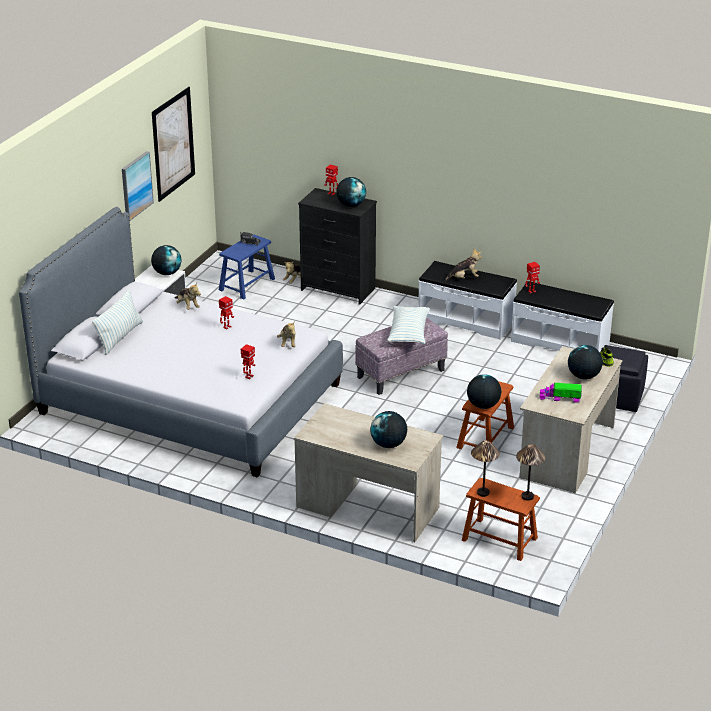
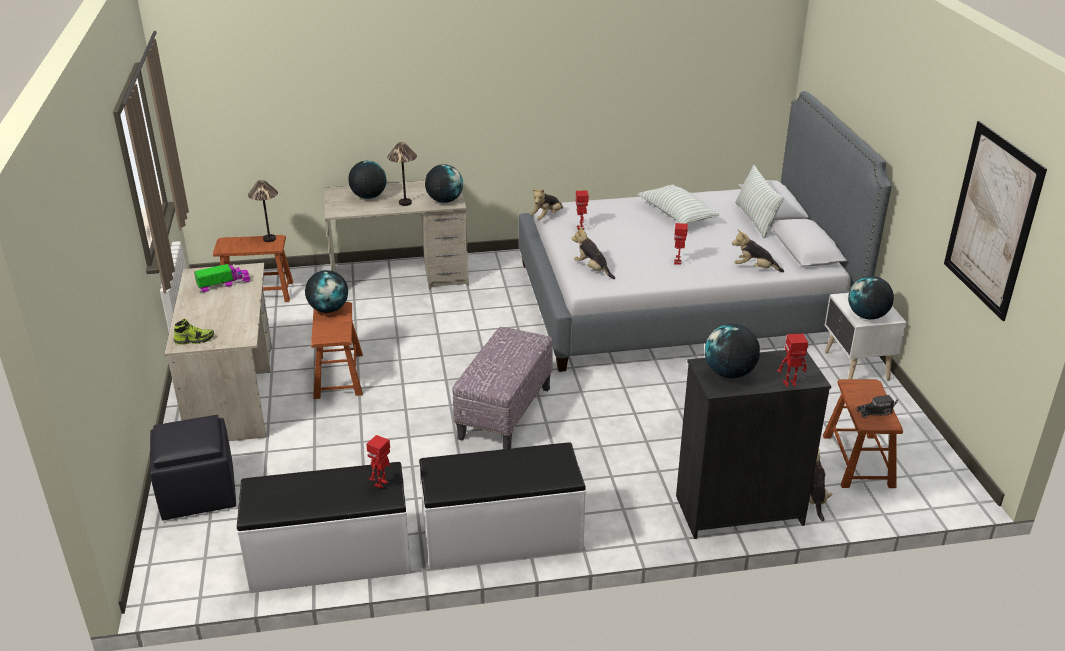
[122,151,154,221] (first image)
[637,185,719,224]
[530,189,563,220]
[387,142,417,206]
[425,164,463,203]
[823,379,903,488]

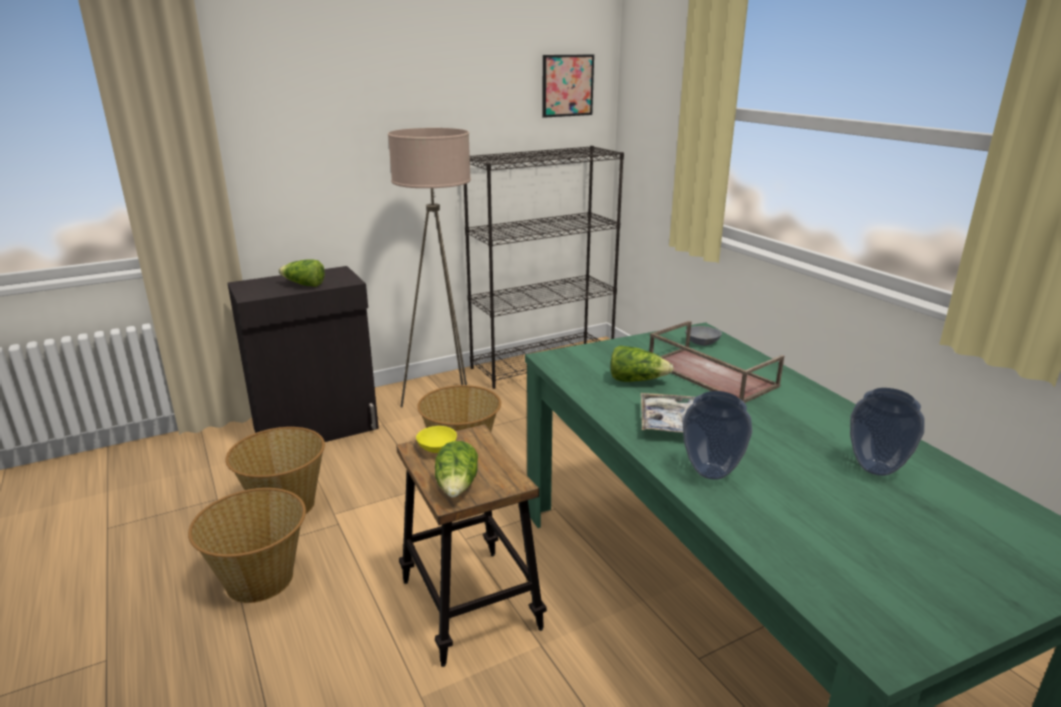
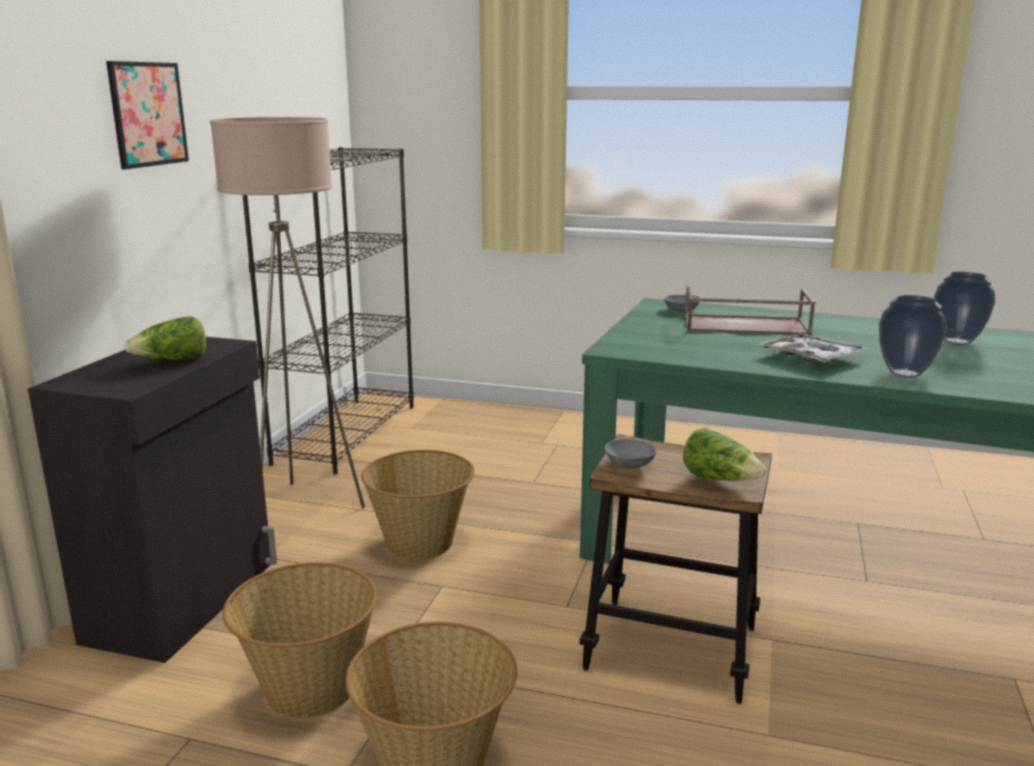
[611,346,674,382] (first image)
[106,61,189,169]
[604,439,656,468]

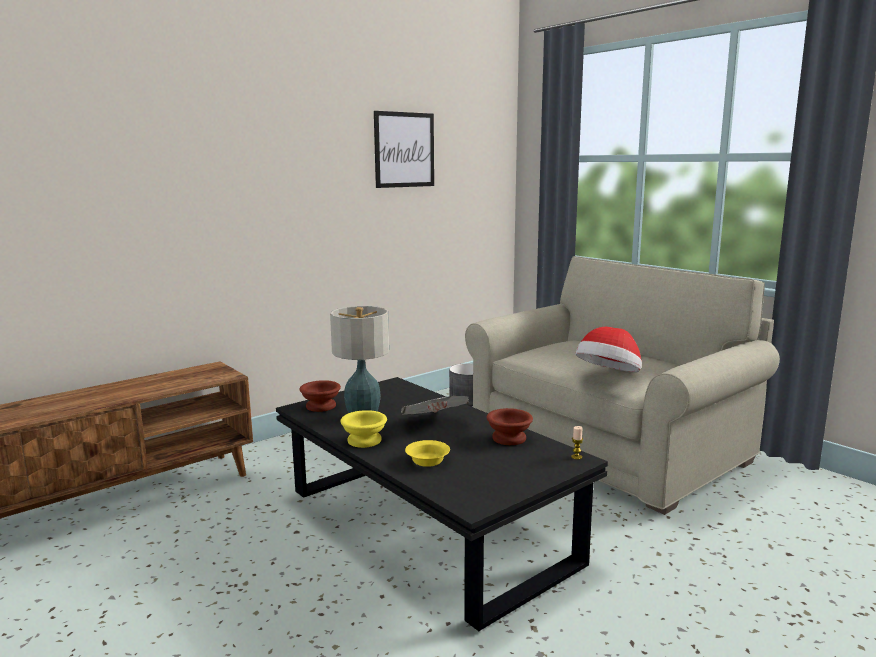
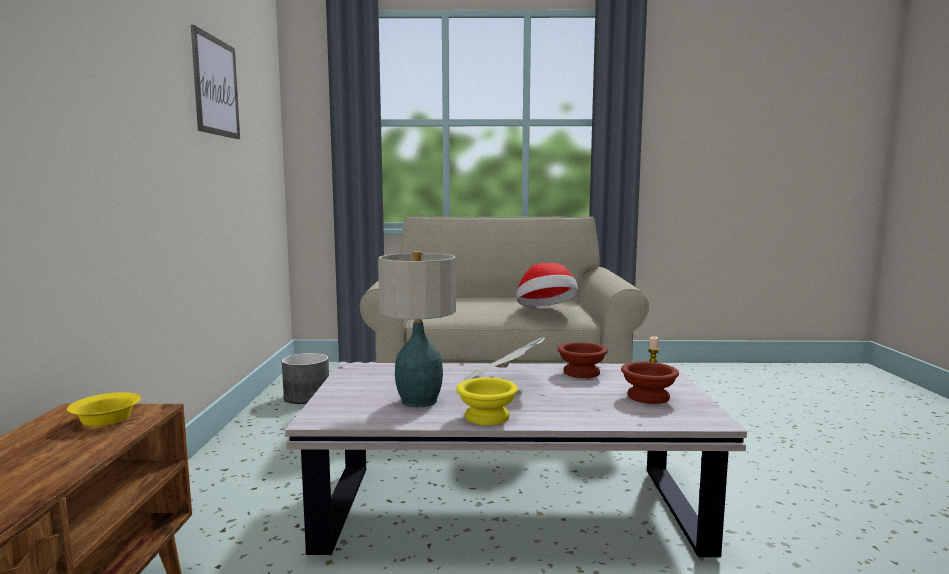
[621,361,679,404]
[67,392,141,427]
[285,363,747,557]

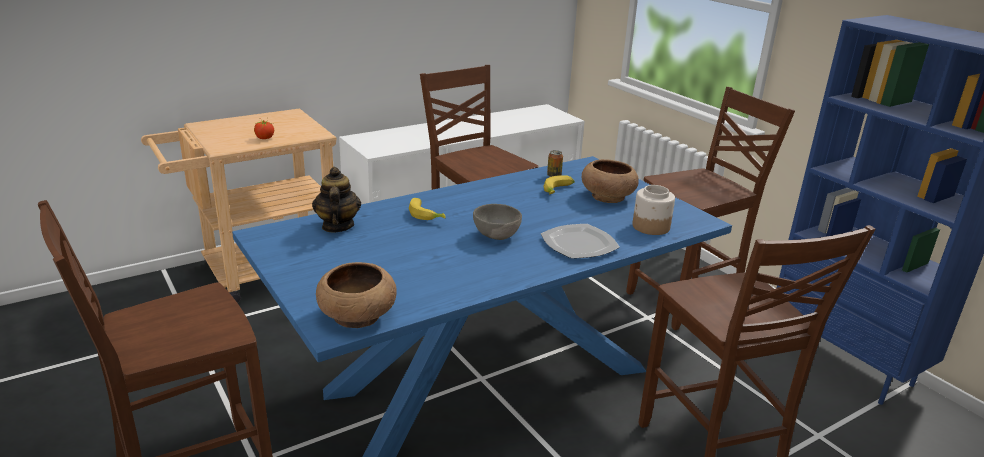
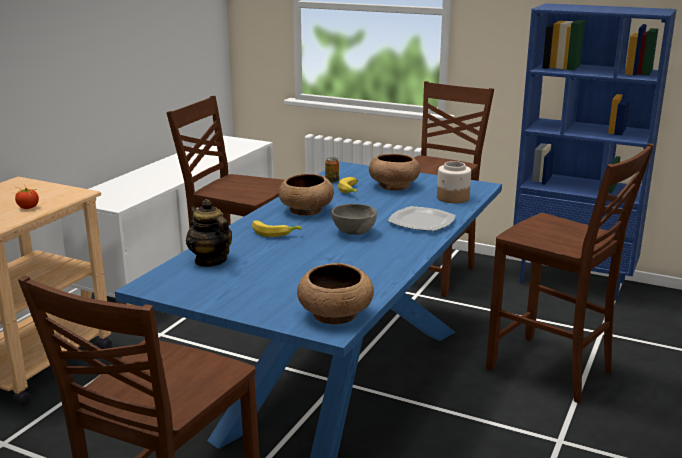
[279,174,334,216]

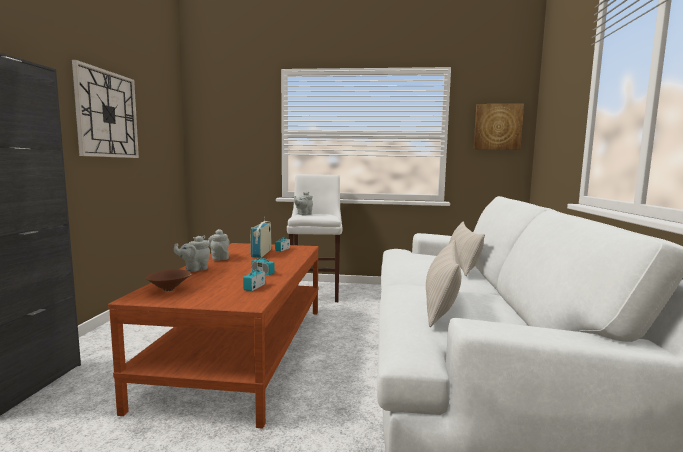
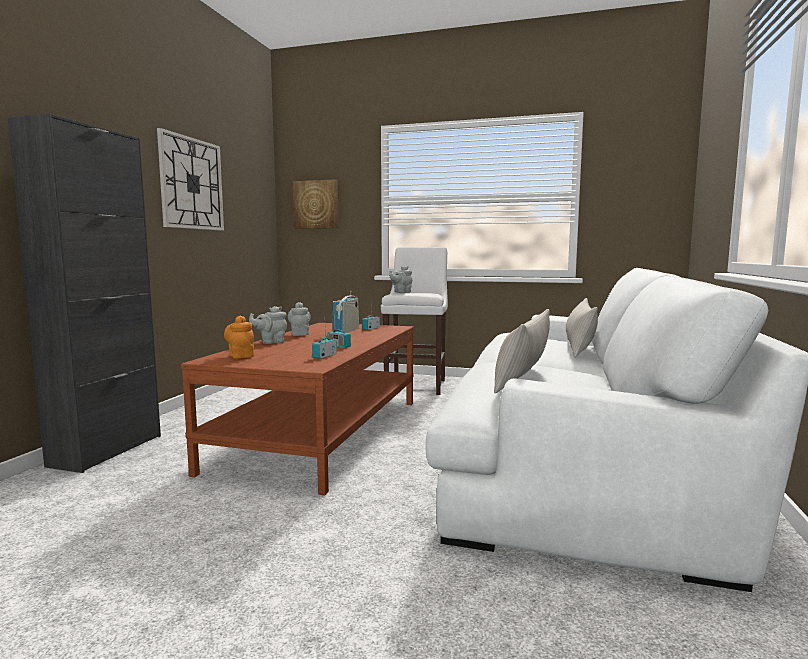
[293,179,338,229]
[224,316,254,359]

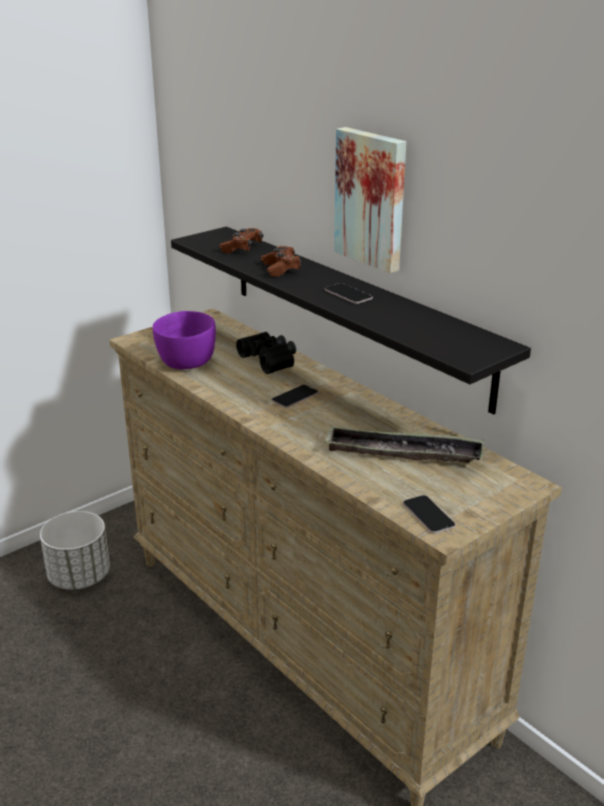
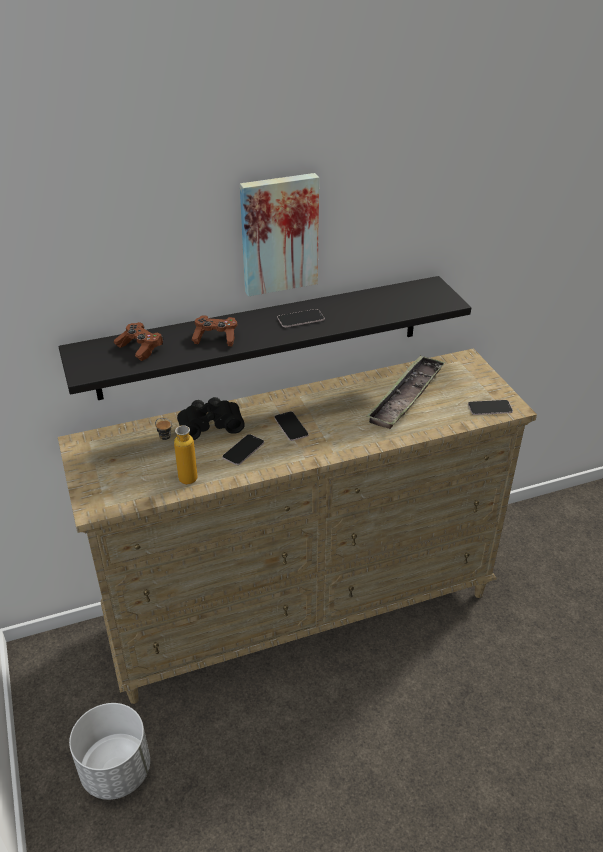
[222,434,264,465]
[155,418,198,484]

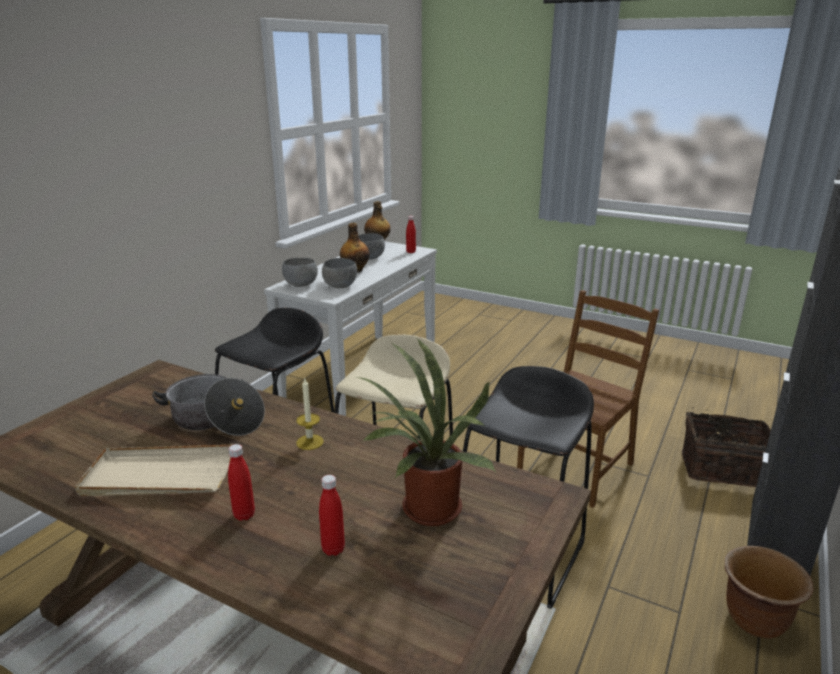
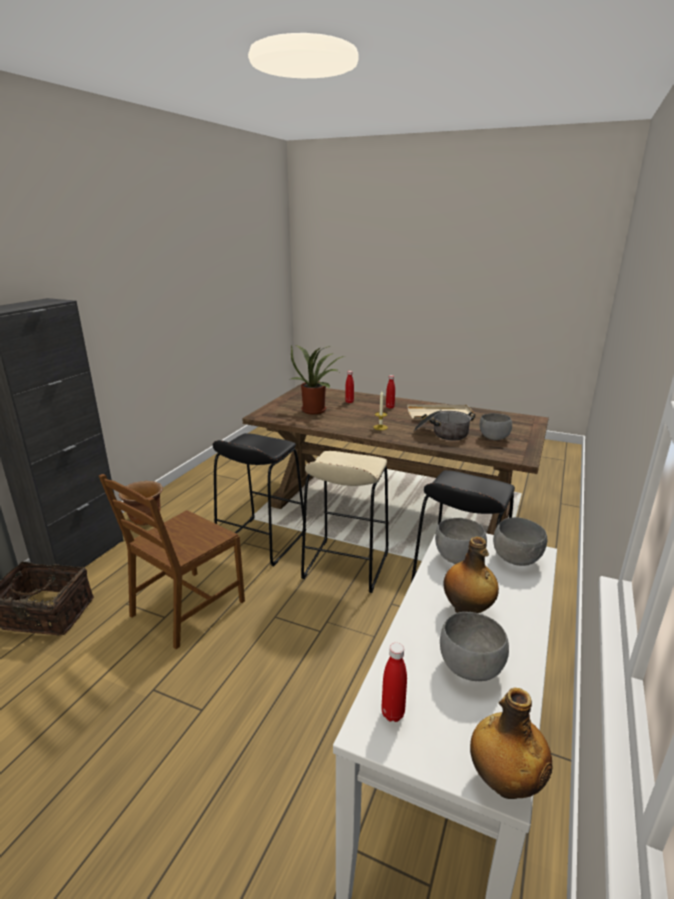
[480,413,512,440]

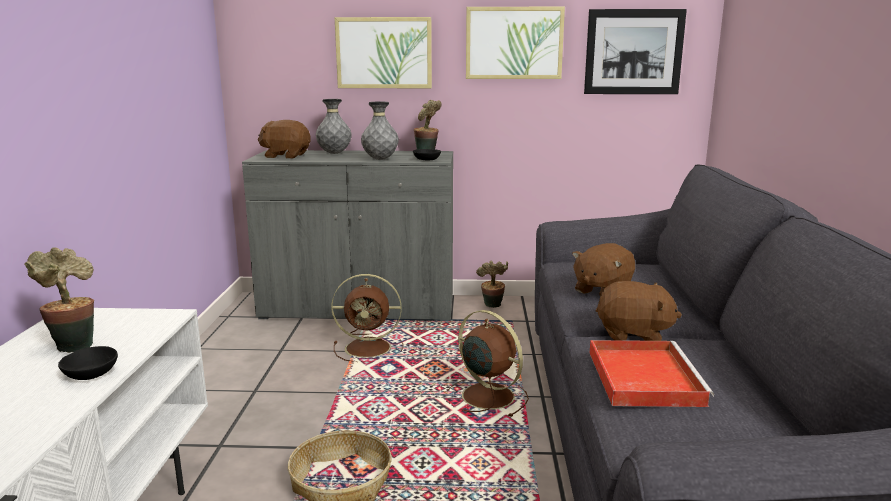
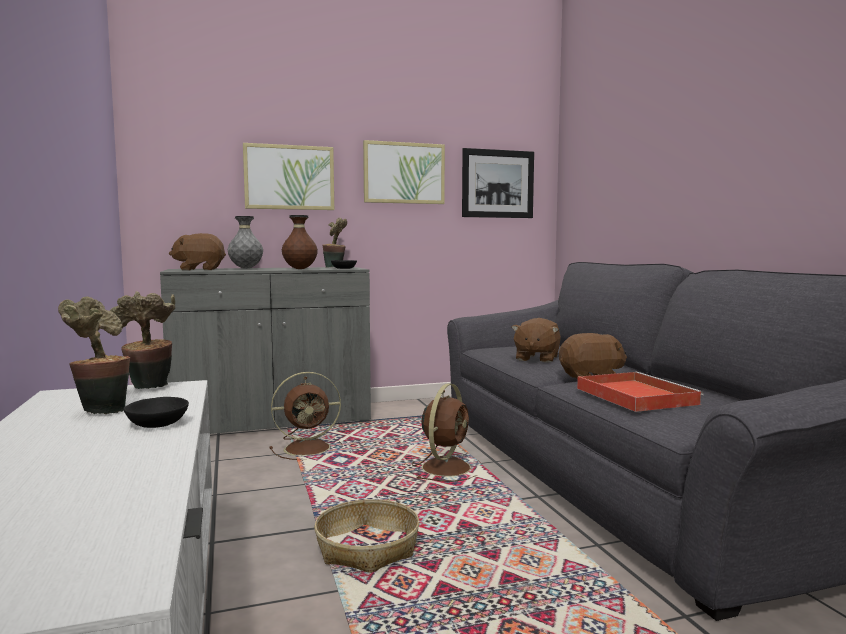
[110,291,175,389]
[282,215,318,269]
[412,384,484,482]

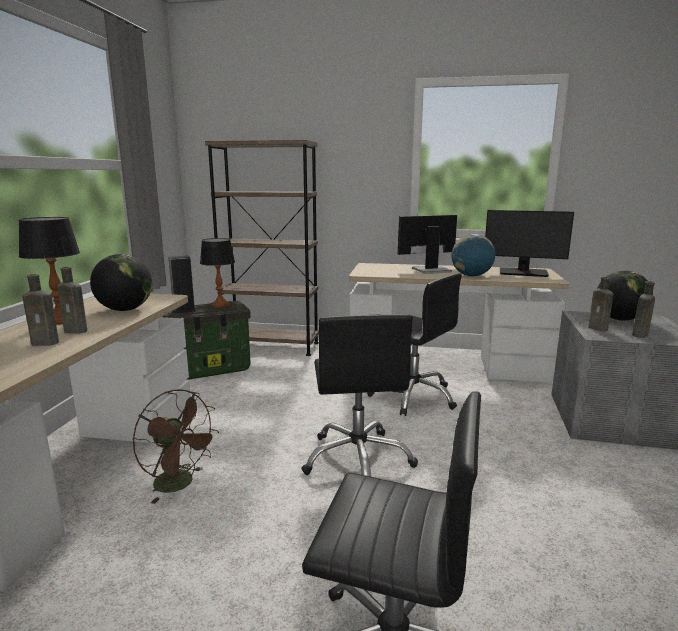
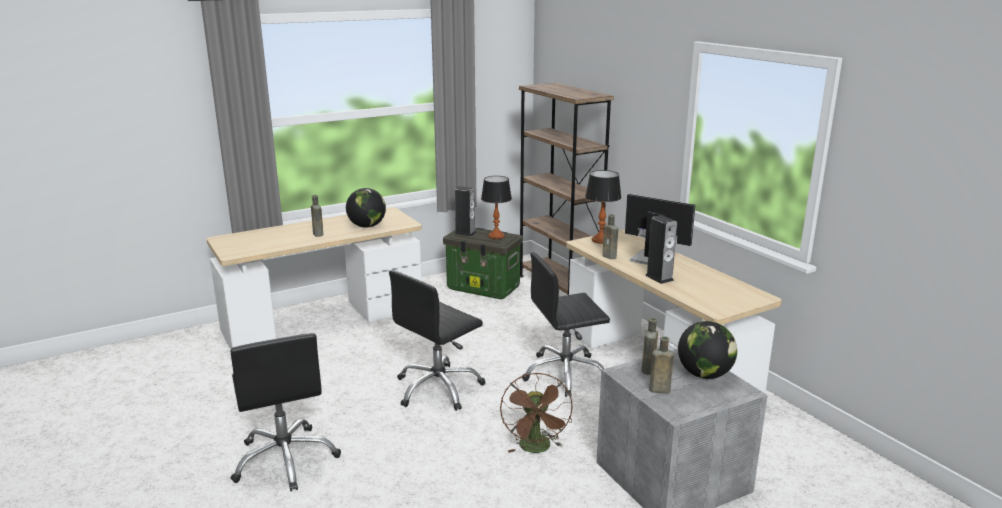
[485,210,574,277] (first image)
[585,170,621,244]
[602,214,618,259]
[500,373,572,453]
[645,215,677,284]
[522,252,610,397]

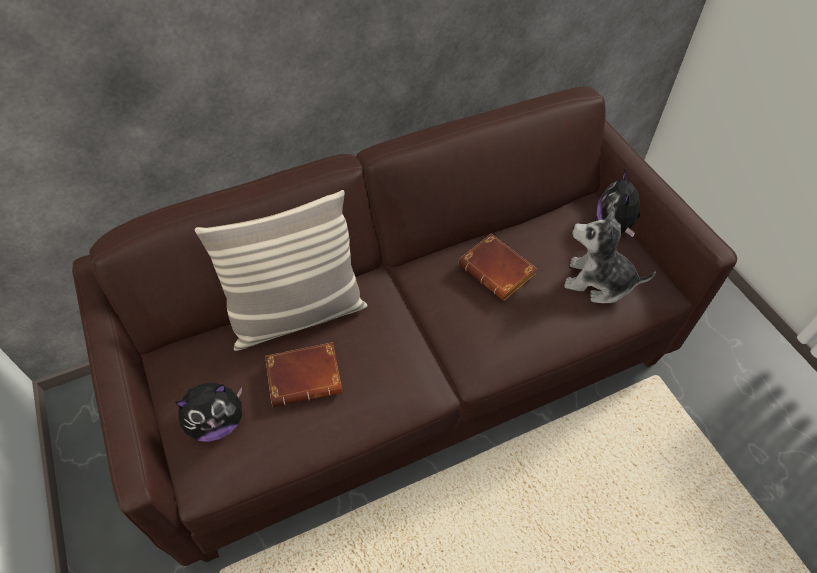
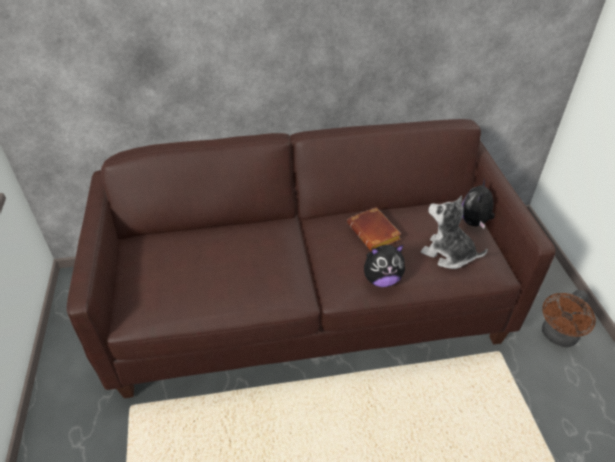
[195,190,368,351] (first image)
[265,342,342,407] (first image)
[542,290,596,347]
[364,244,405,287]

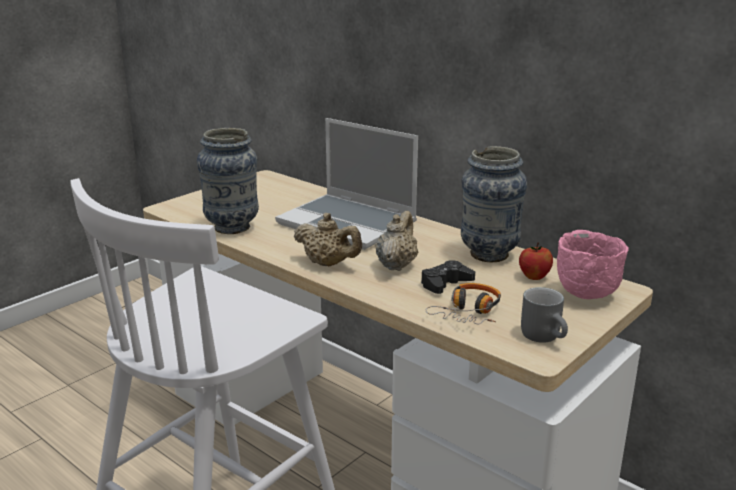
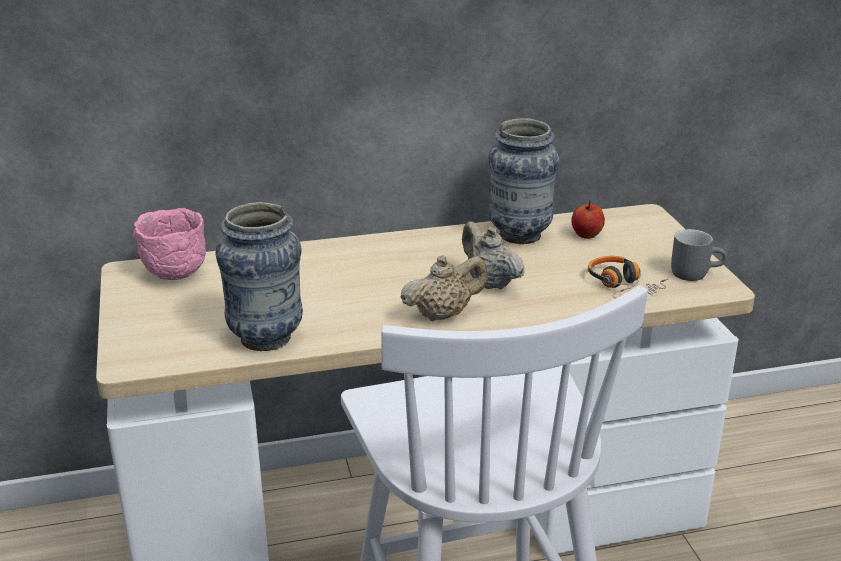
[275,118,418,250] (first image)
[421,260,475,294] (first image)
[133,208,206,280]

